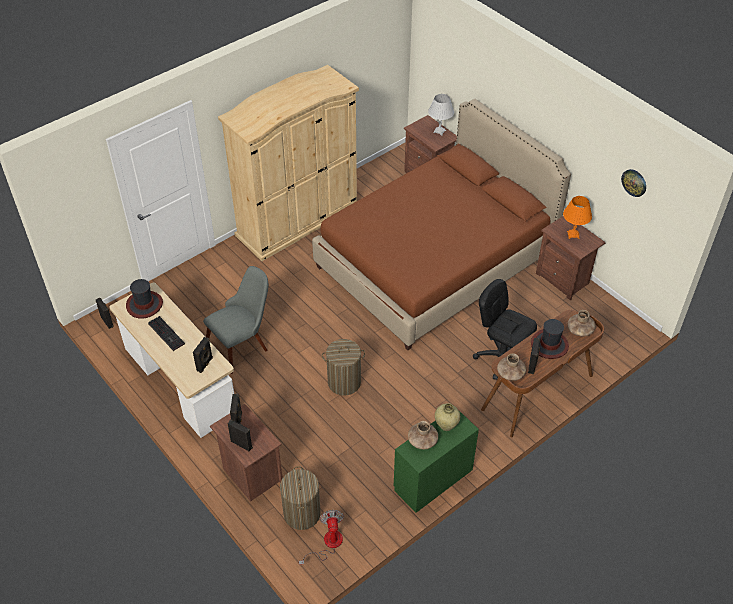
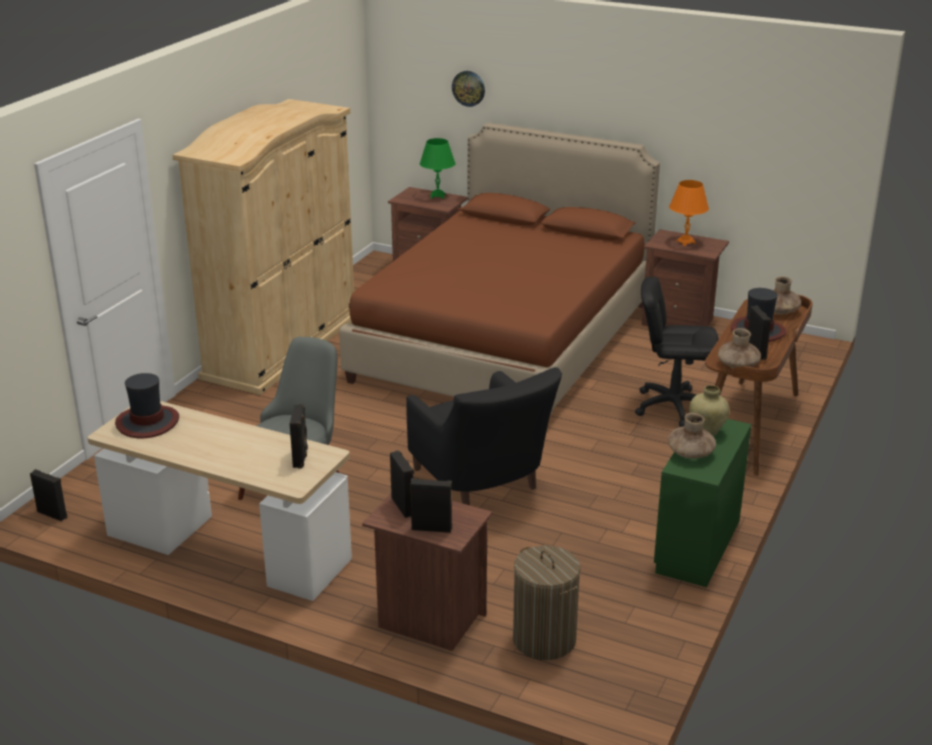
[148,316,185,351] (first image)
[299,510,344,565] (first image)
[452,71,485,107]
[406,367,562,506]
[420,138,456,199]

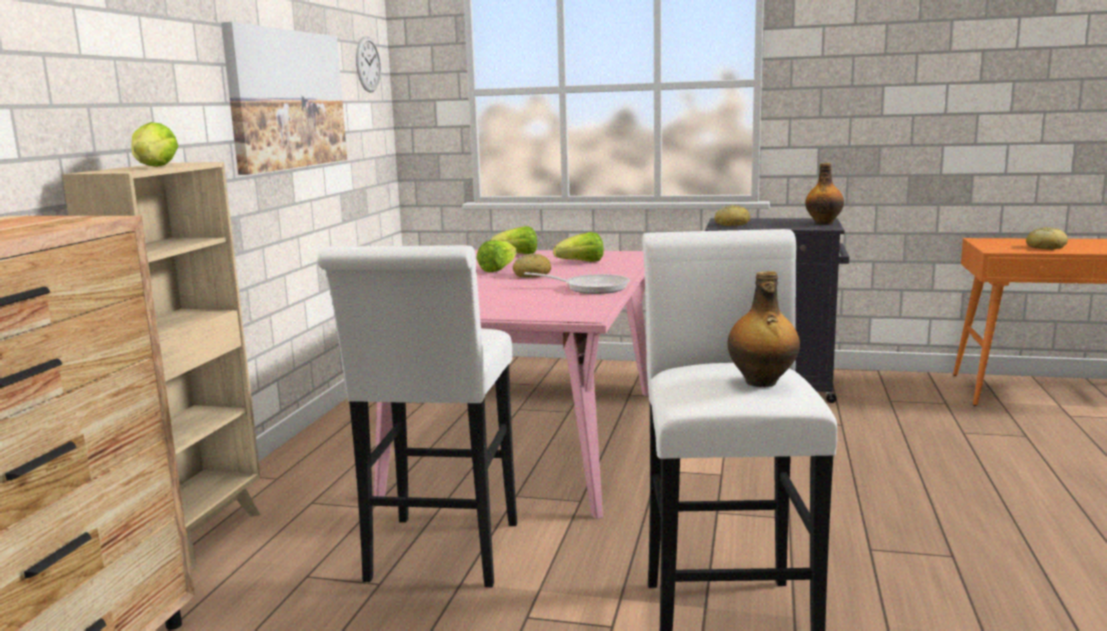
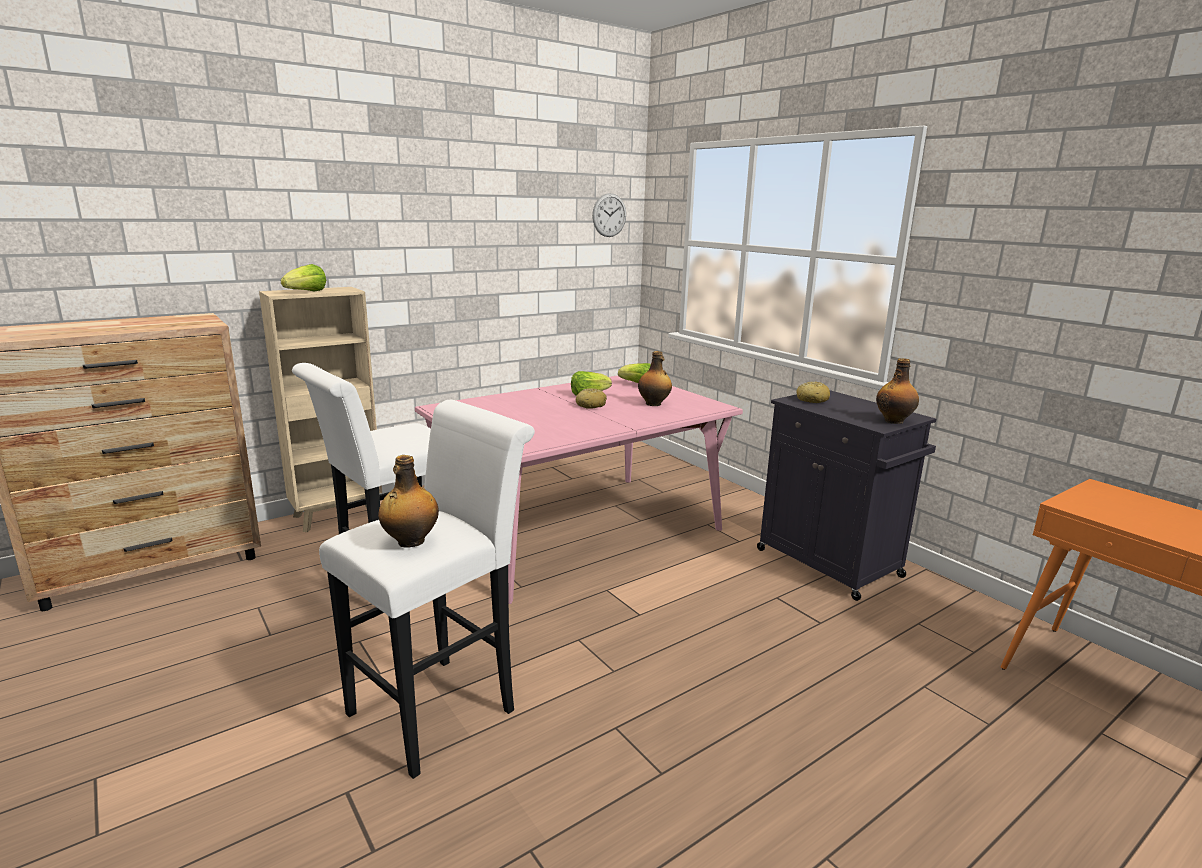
[221,22,347,175] (first image)
[524,272,630,294] (first image)
[1026,227,1068,250] (first image)
[638,351,672,406]

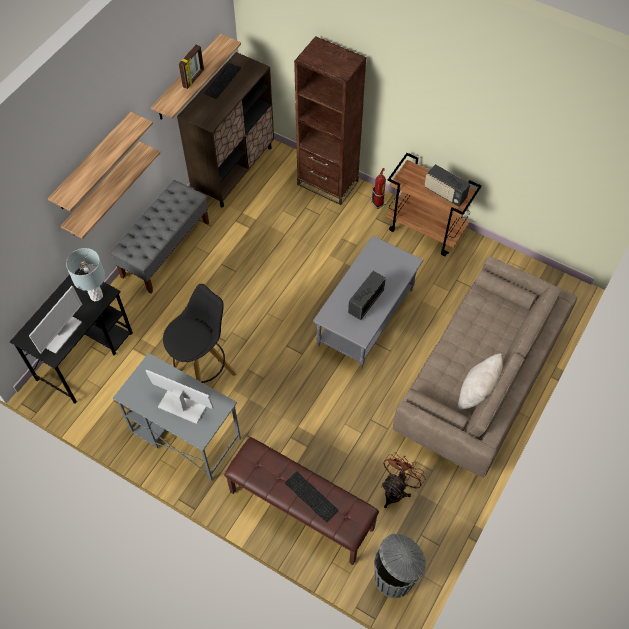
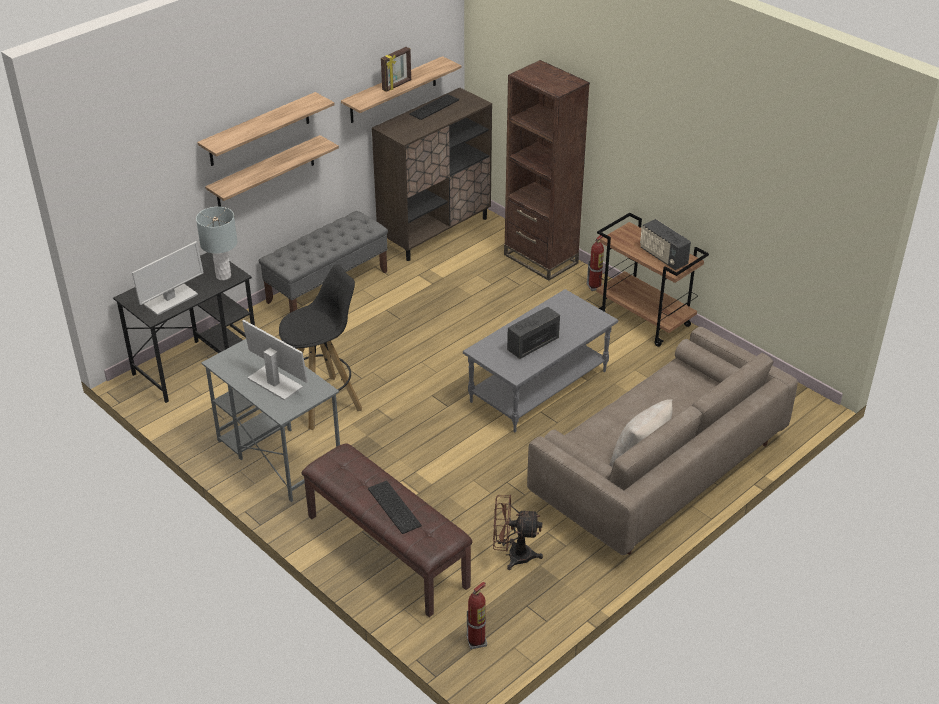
[466,581,487,649]
[493,495,543,570]

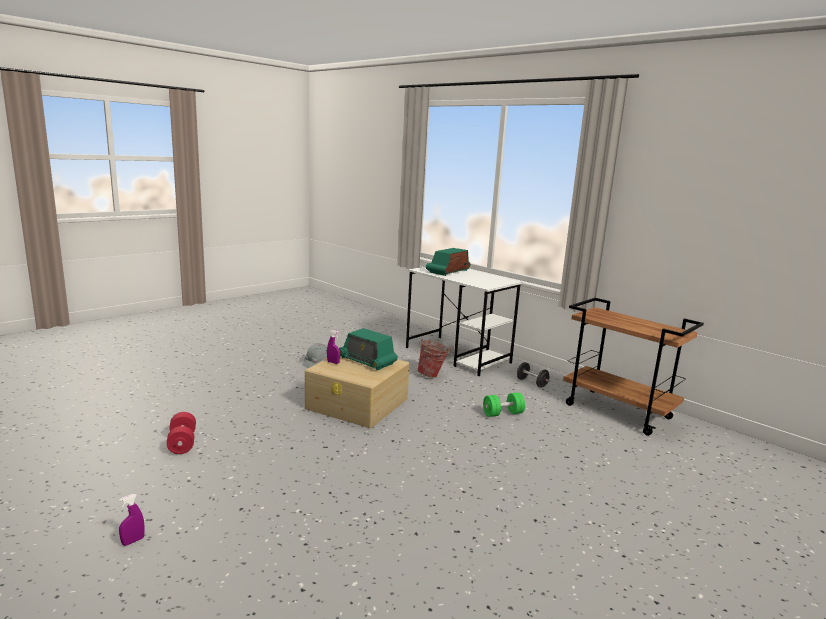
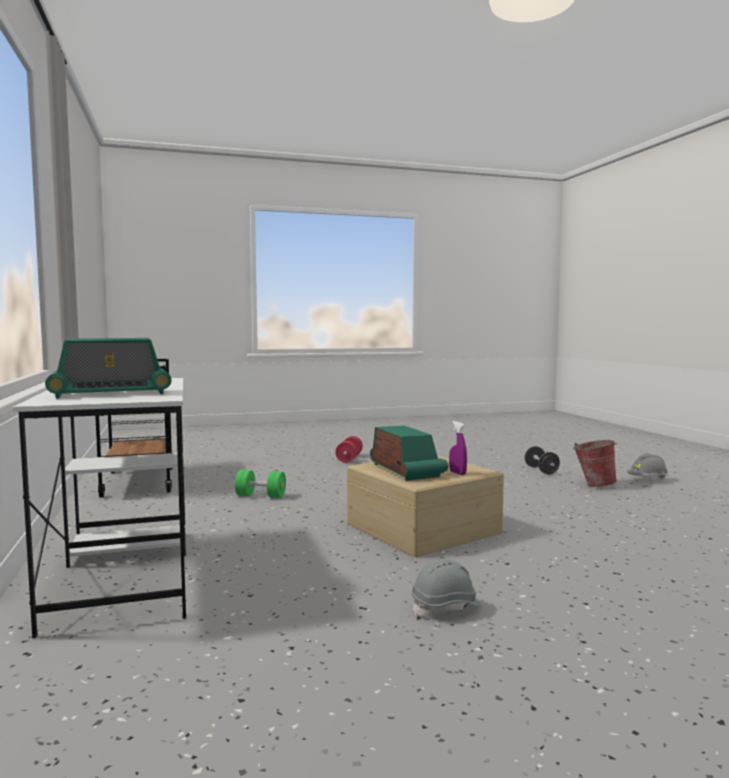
[335,436,363,463]
[573,440,618,487]
[525,446,560,474]
[627,453,668,479]

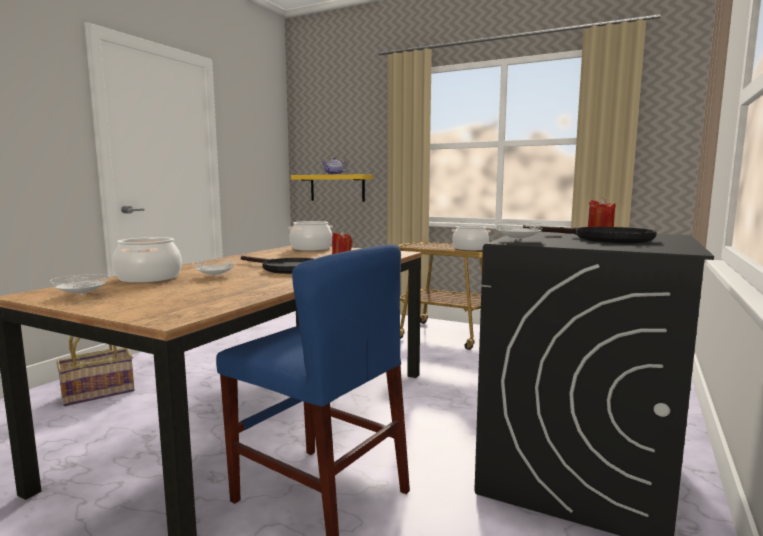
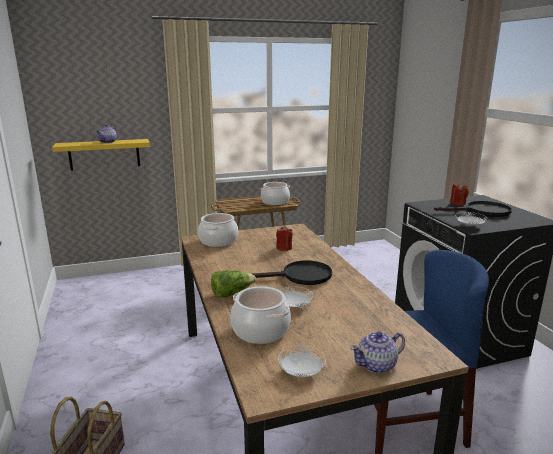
[211,270,256,298]
[350,331,405,374]

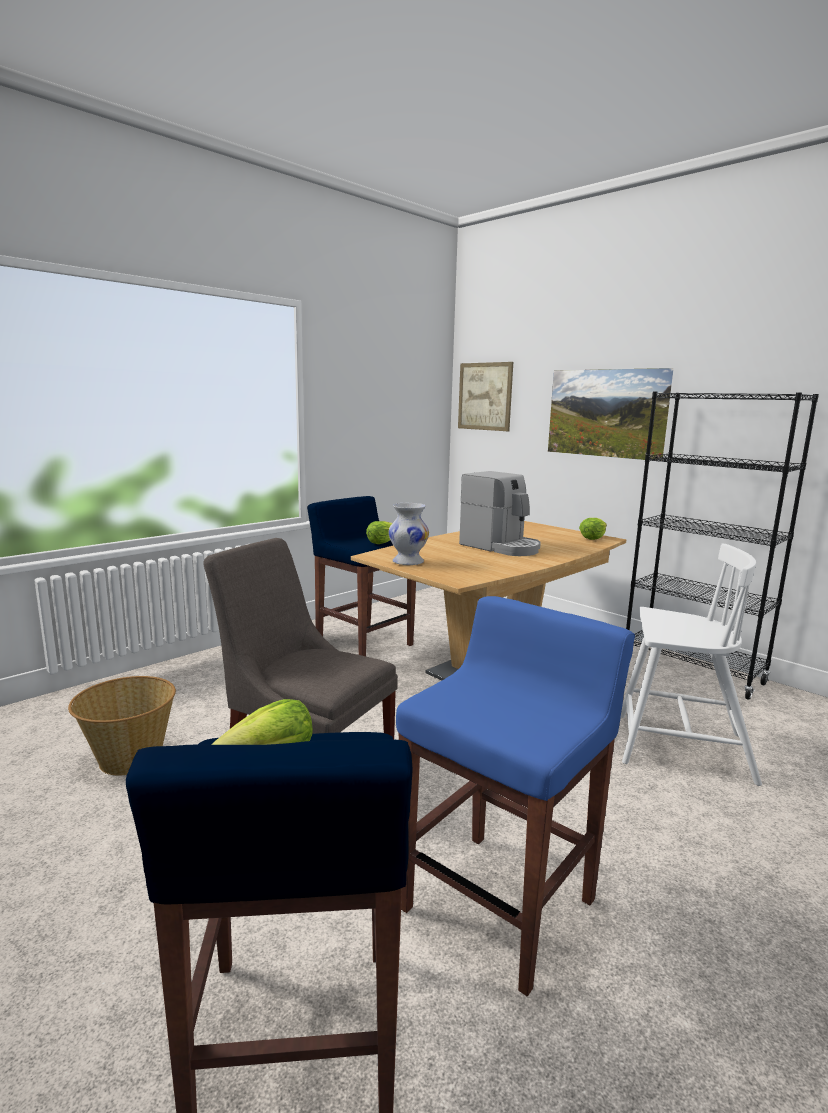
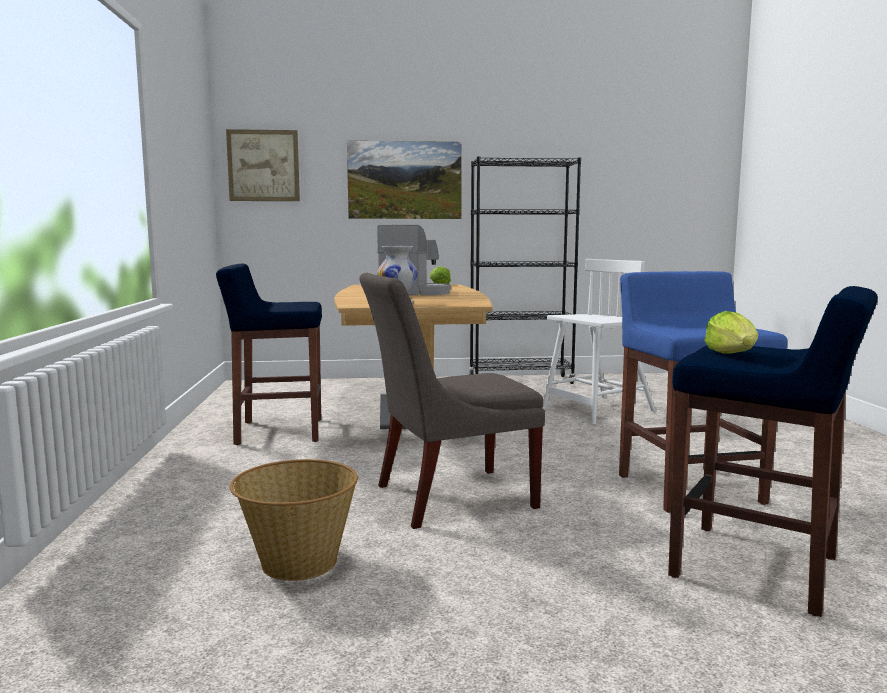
[366,521,392,544] (first image)

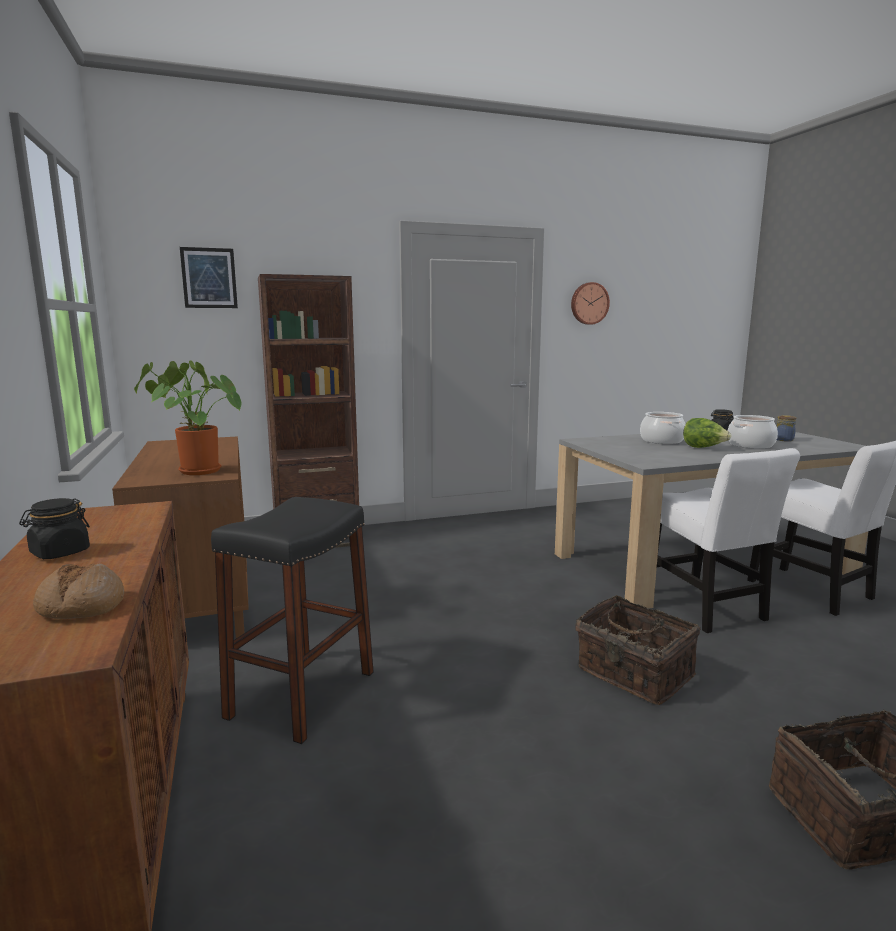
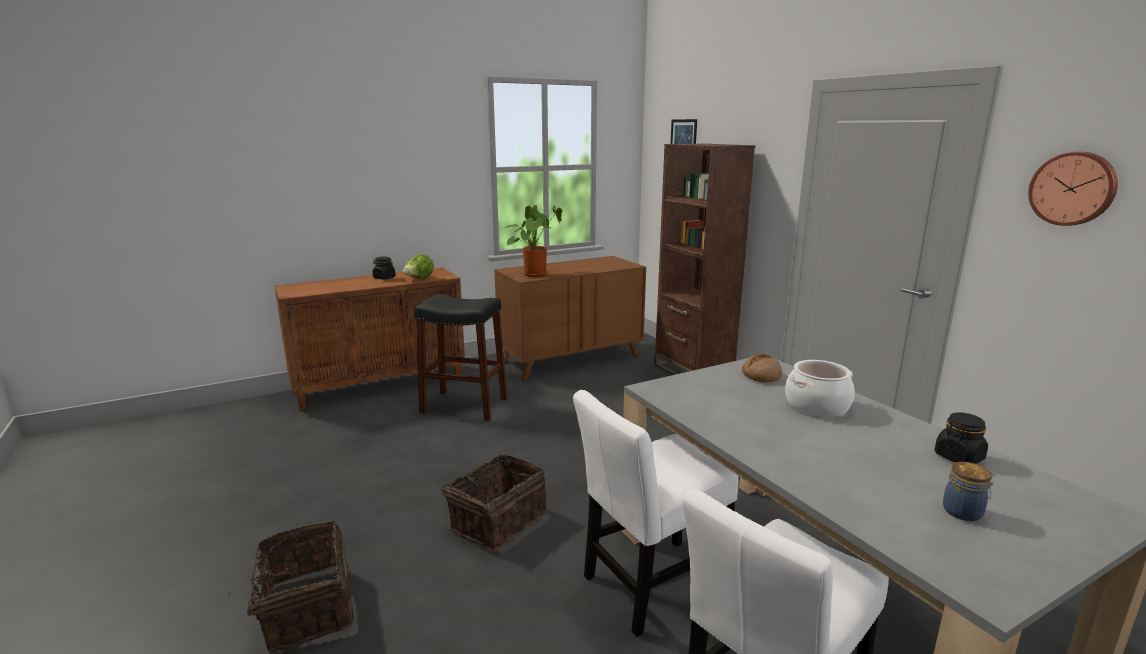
[728,415,778,449] (first image)
[742,353,782,383]
[403,254,434,279]

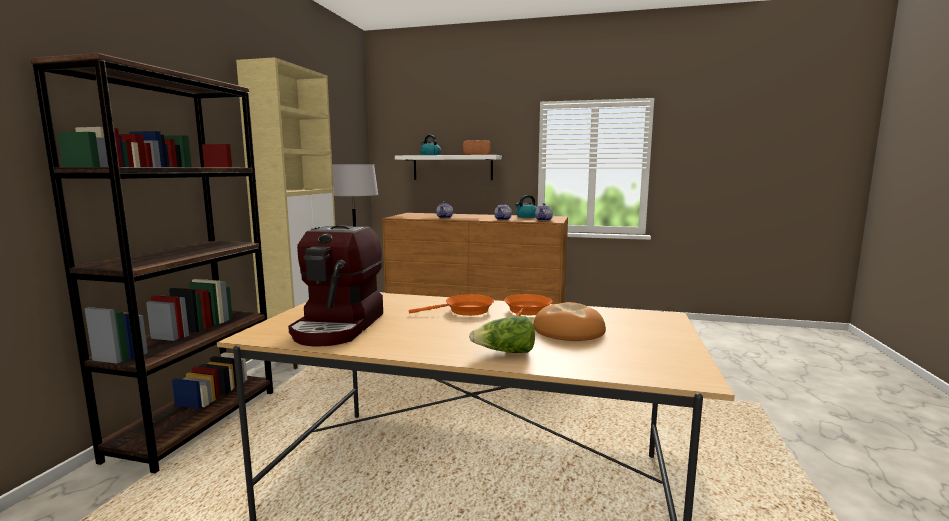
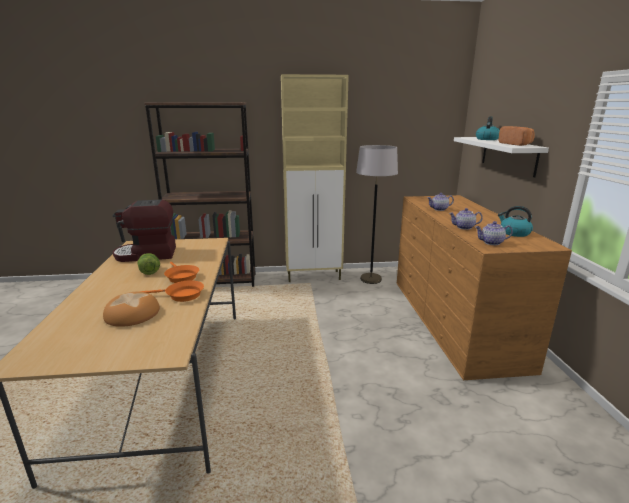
[137,253,160,275]

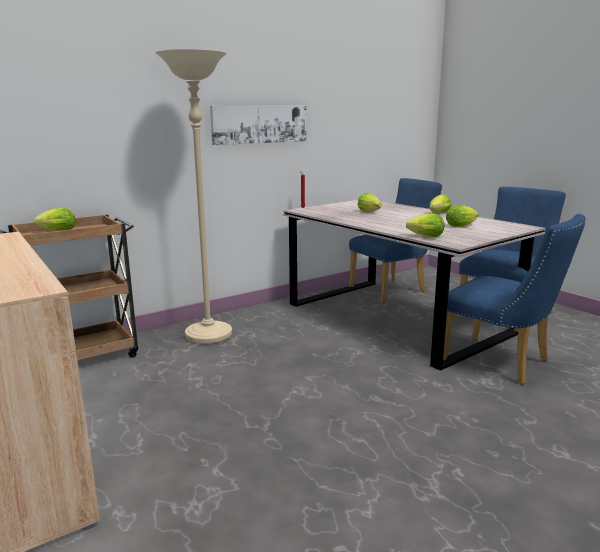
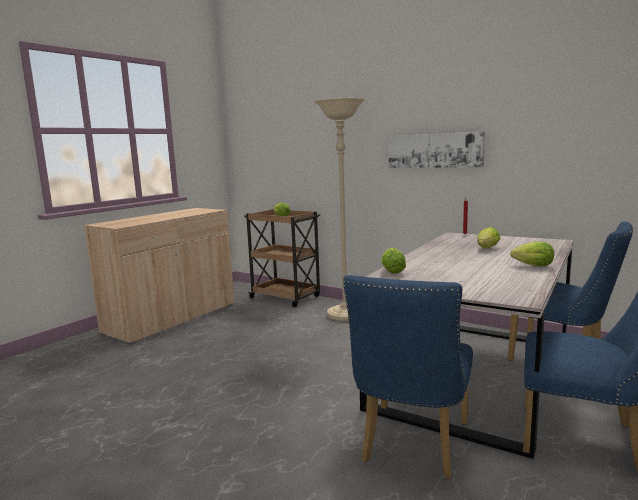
[446,205,479,227] (first image)

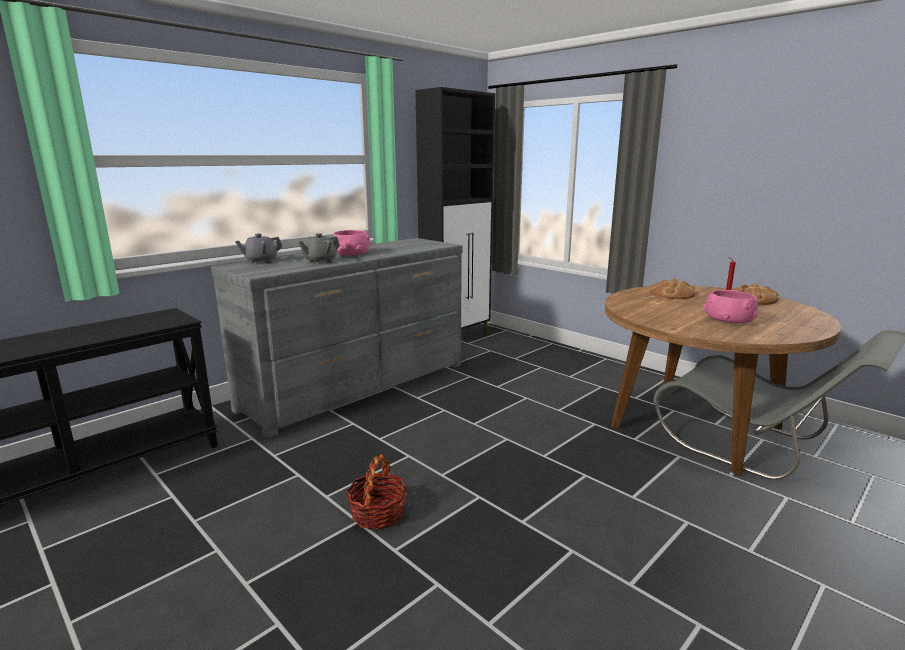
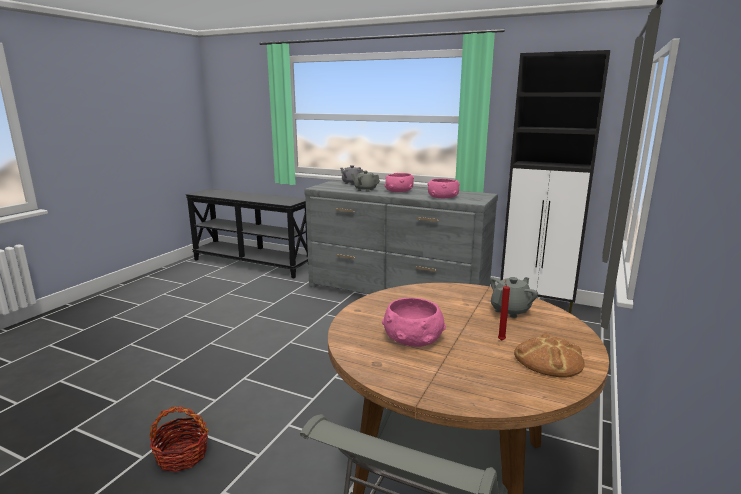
[427,179,460,198]
[149,406,209,472]
[490,277,538,318]

